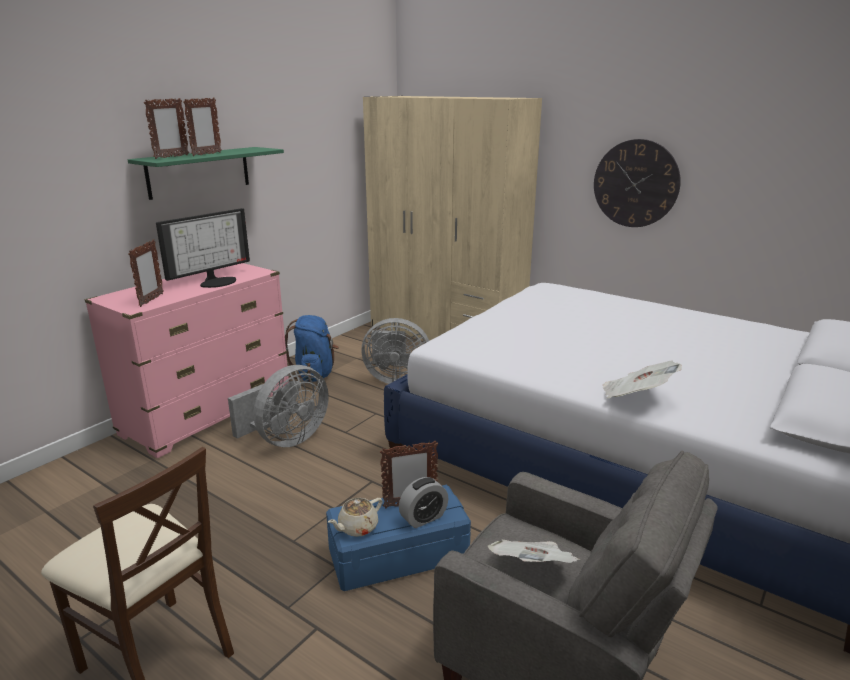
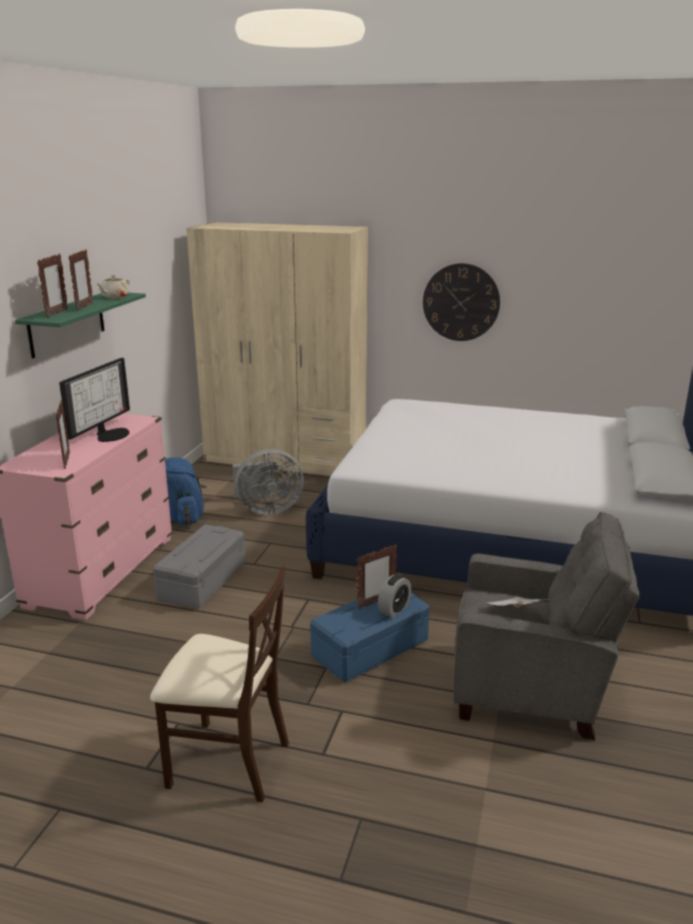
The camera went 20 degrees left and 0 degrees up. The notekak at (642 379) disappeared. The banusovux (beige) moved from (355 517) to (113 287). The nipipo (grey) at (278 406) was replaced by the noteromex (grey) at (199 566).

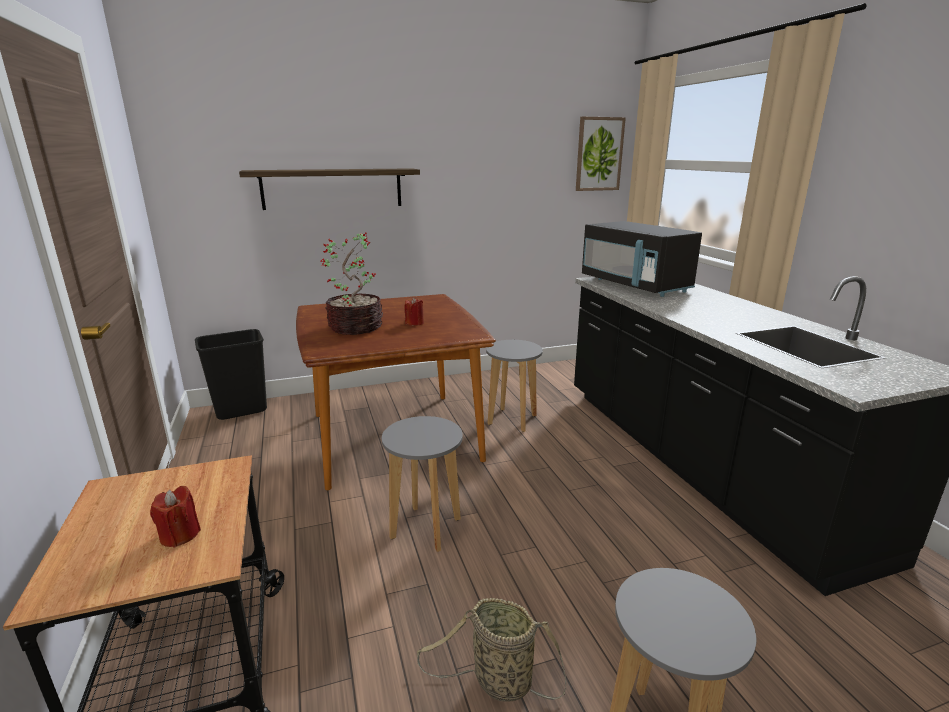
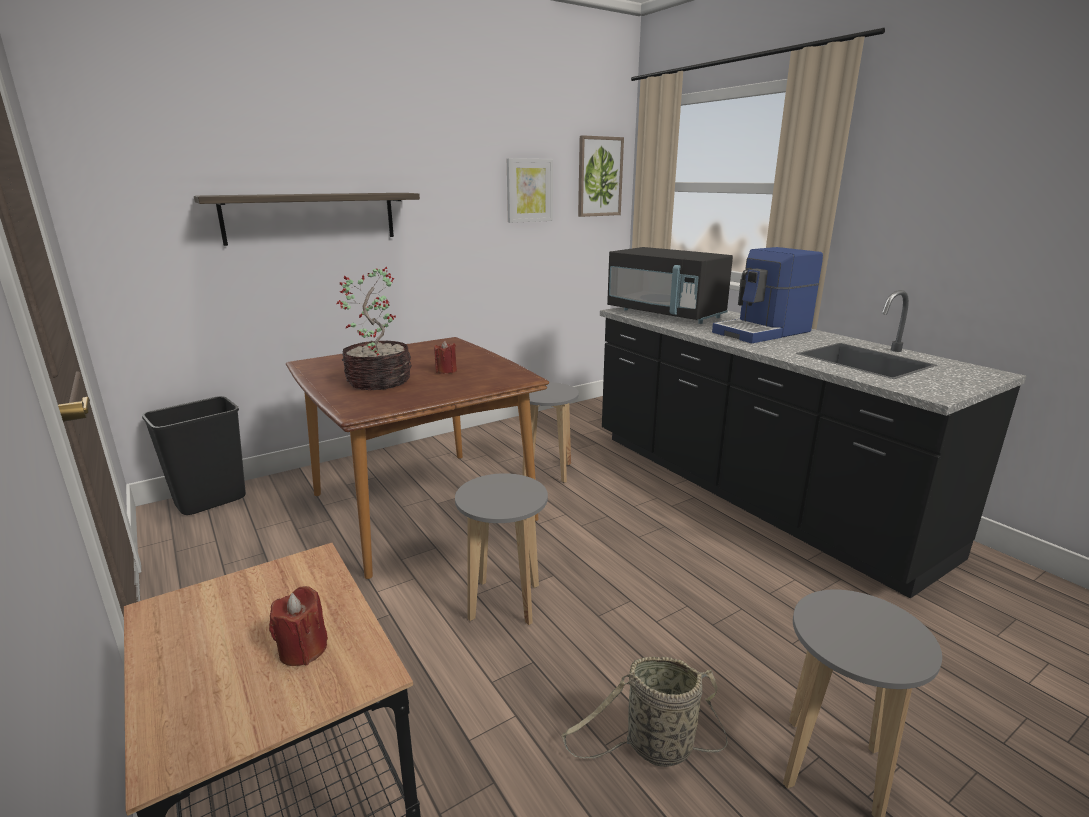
The camera went 15 degrees left and 0 degrees up. The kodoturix at (530 190) appeared. The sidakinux at (767 295) appeared.

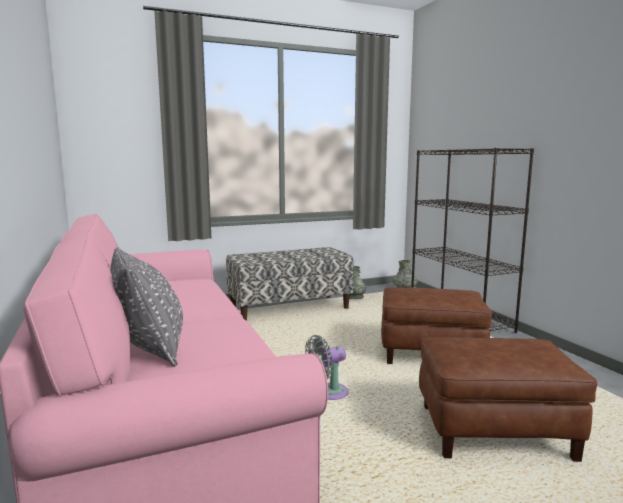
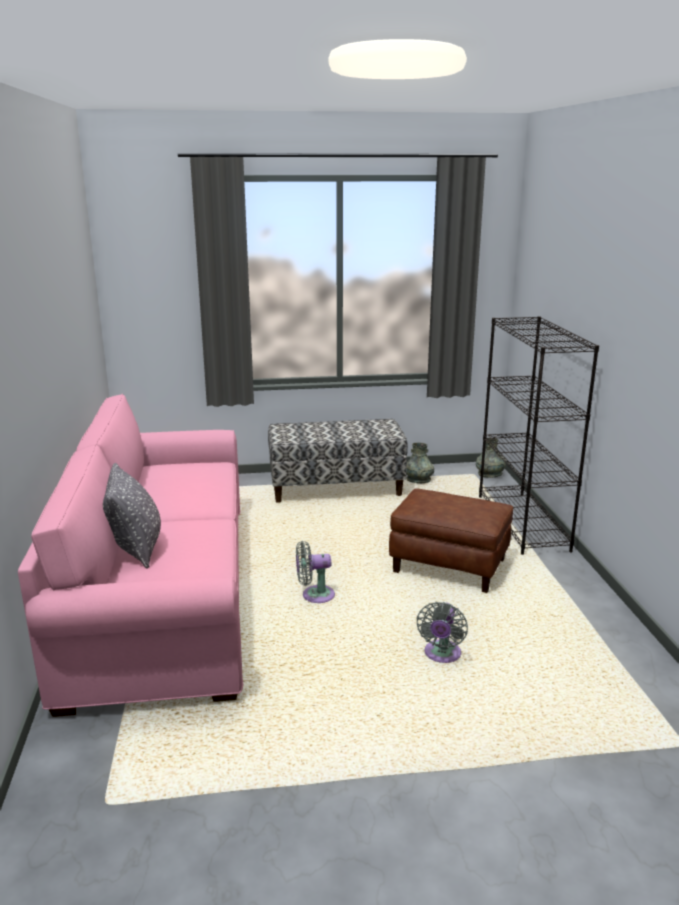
The camera went 15 degrees right and 10 degrees up. The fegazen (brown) at (508 399) was replaced by the nipipo (grey) at (442 632).

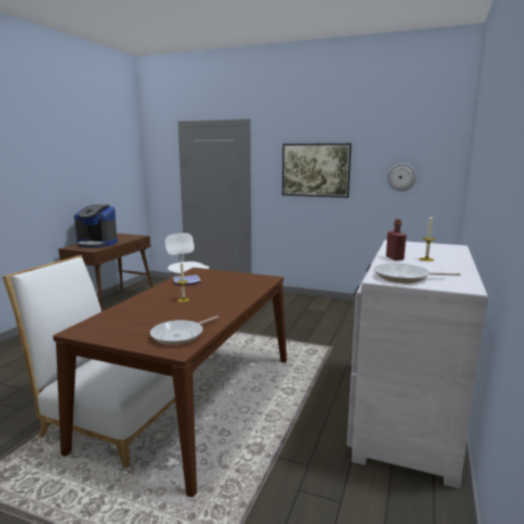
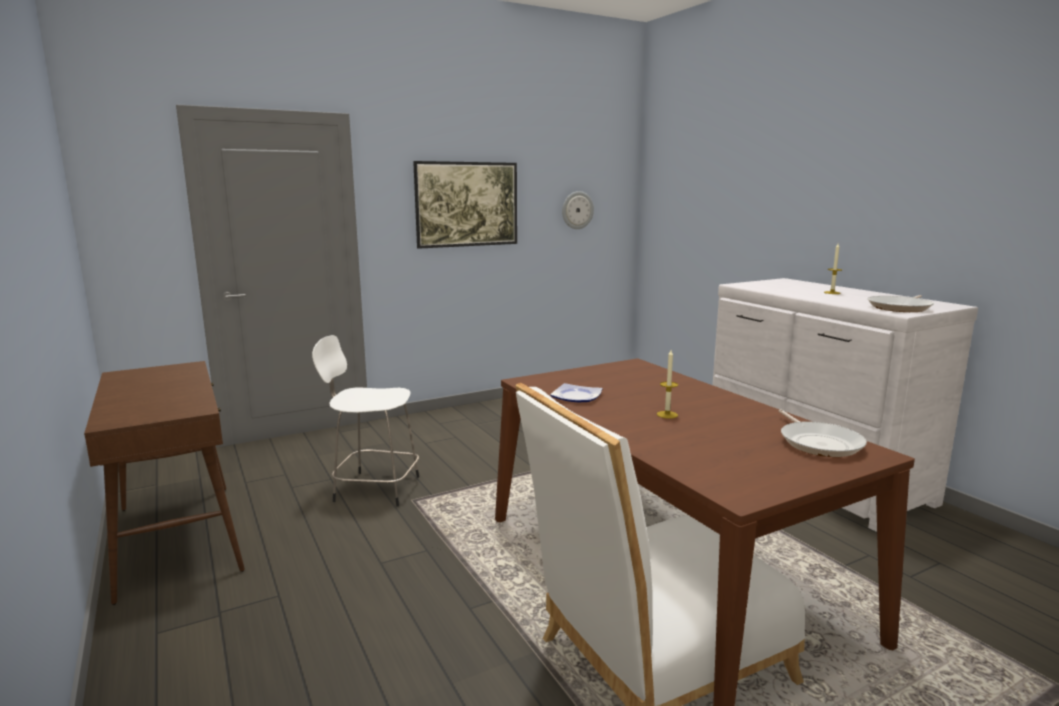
The camera went 50 degrees left and 0 degrees up. The sidakinux at (96 226) disappeared. The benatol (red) at (396 240) disappeared.

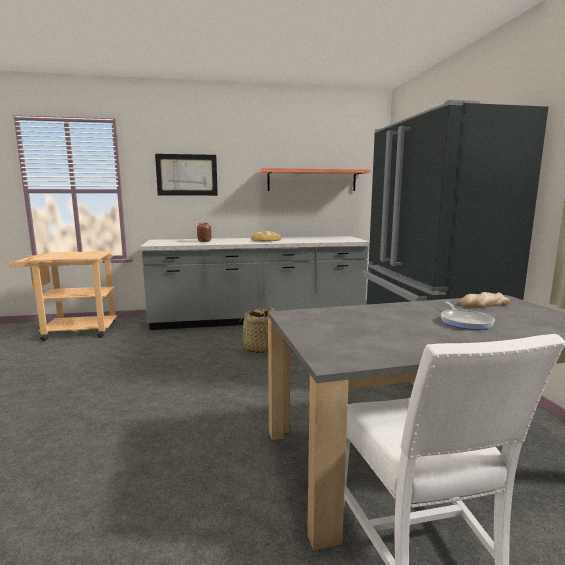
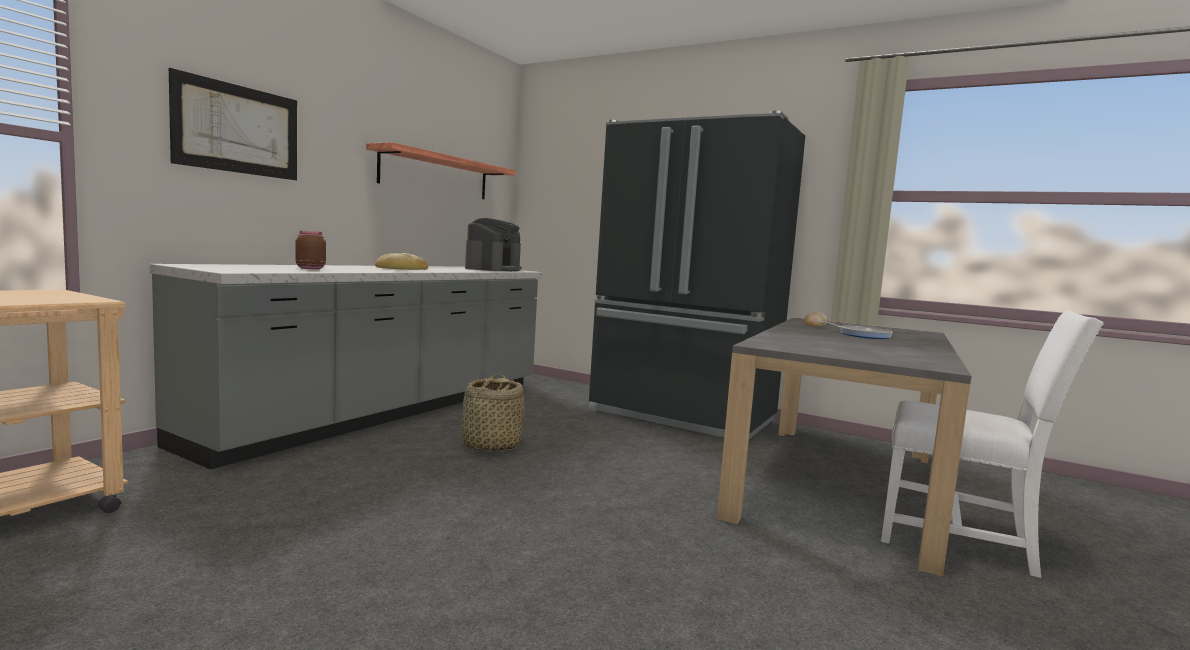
The camera went 50 degrees left and 5 degrees down. The sidakinux at (493 244) appeared.

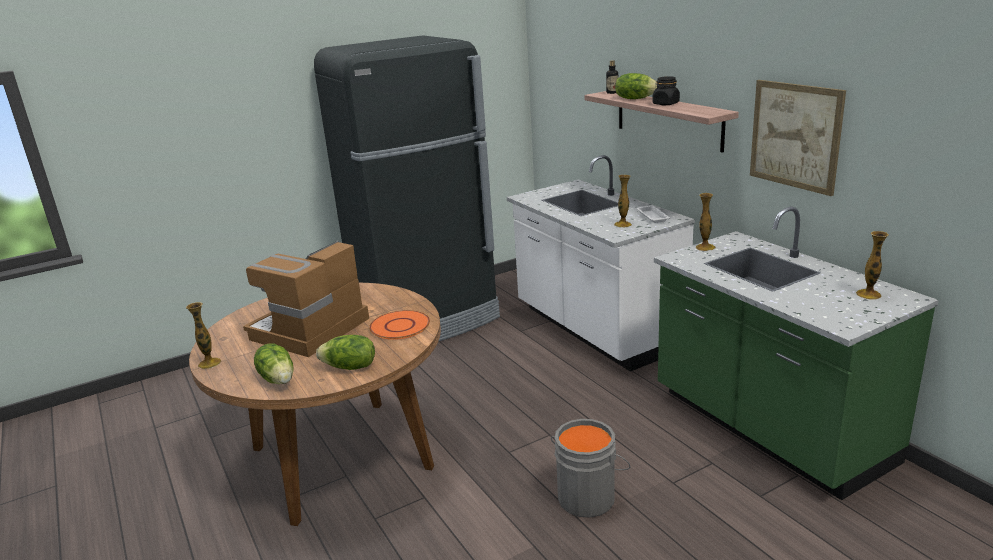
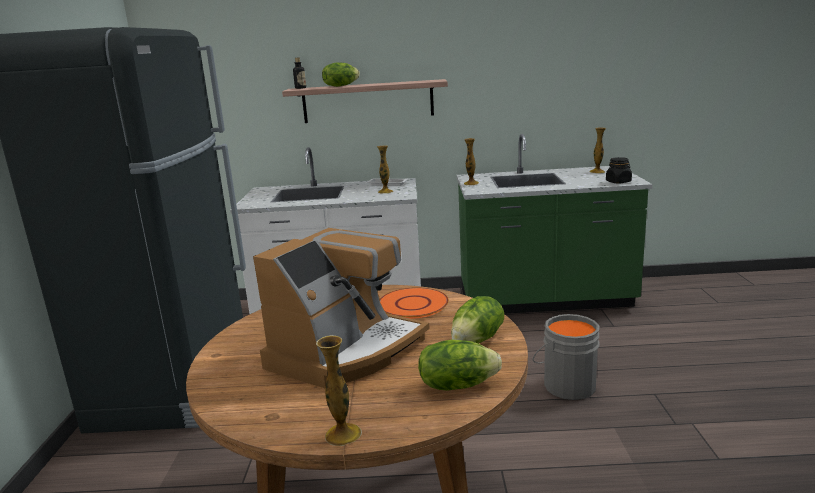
The camera went 60 degrees left and 5 degrees down. The kodoturix at (798 138) disappeared. The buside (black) moved from (666 90) to (619 170). The sidakinux at (306 299) turned 120 degrees counterclockwise.

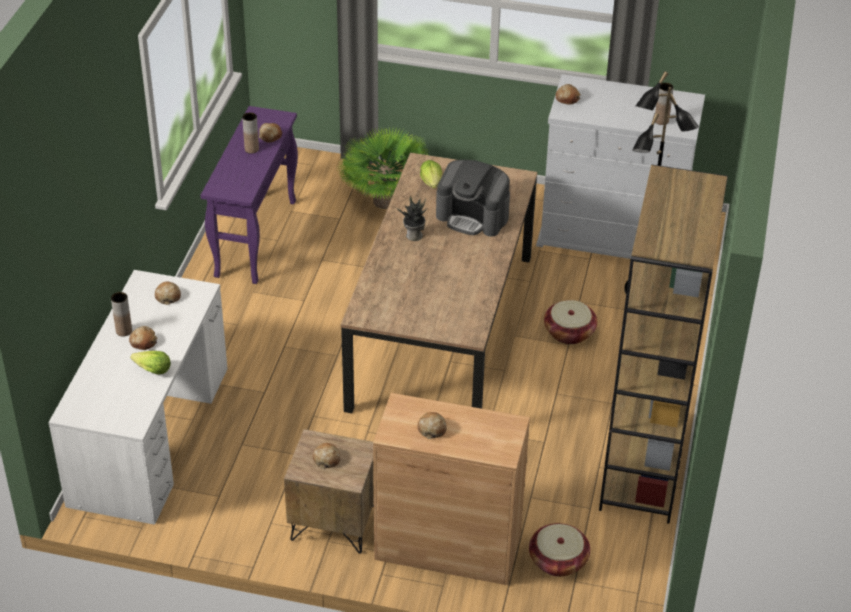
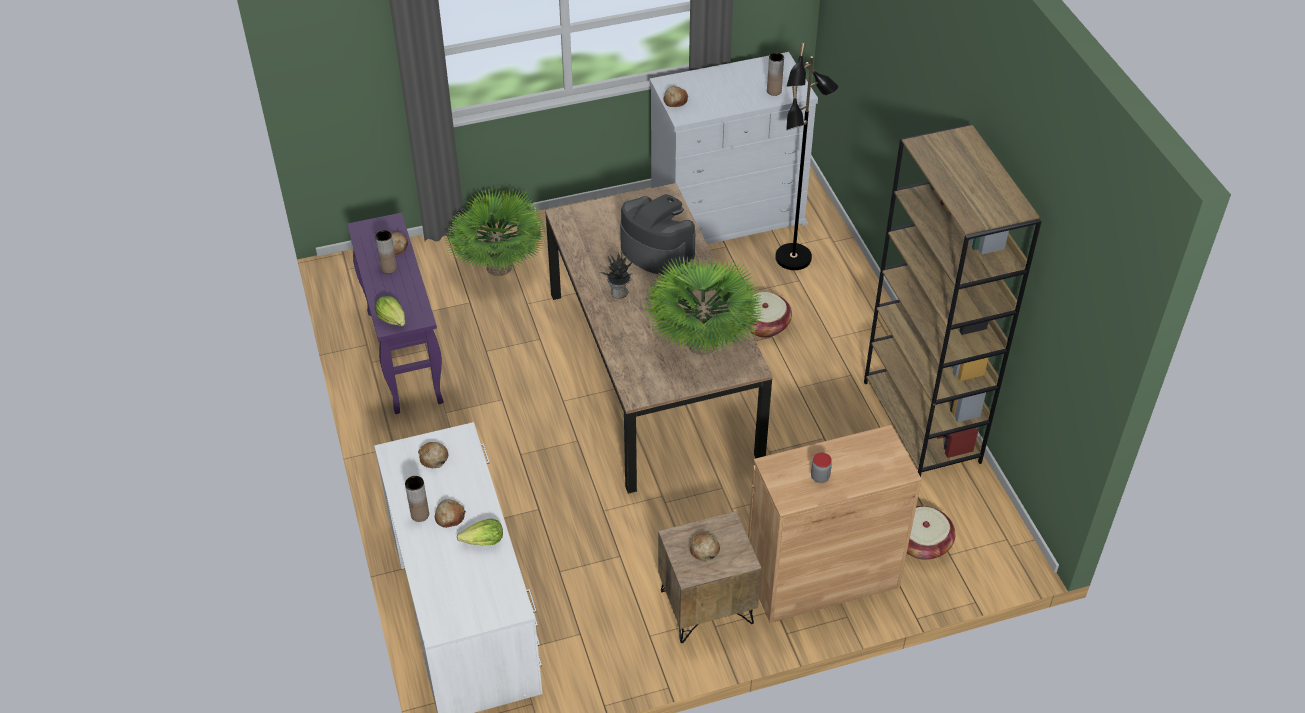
The camera went 30 degrees left and 5 degrees up. The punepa at (703 305) appeared. The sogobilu moved from (431 174) to (390 311). The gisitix at (432 425) was replaced by the buside at (821 468). The sidakinux at (473 198) turned 135 degrees counterclockwise.

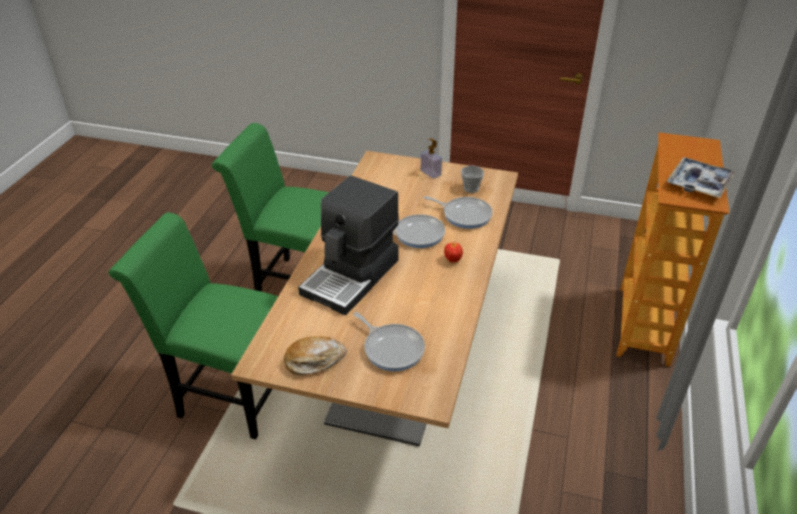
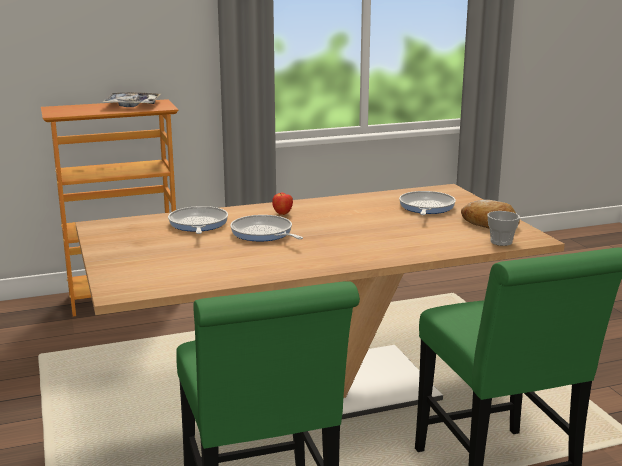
The camera went 125 degrees left and 20 degrees down. The sidakinux at (348 246) disappeared. The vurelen at (431 159) disappeared. The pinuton moved from (472 179) to (503 228).

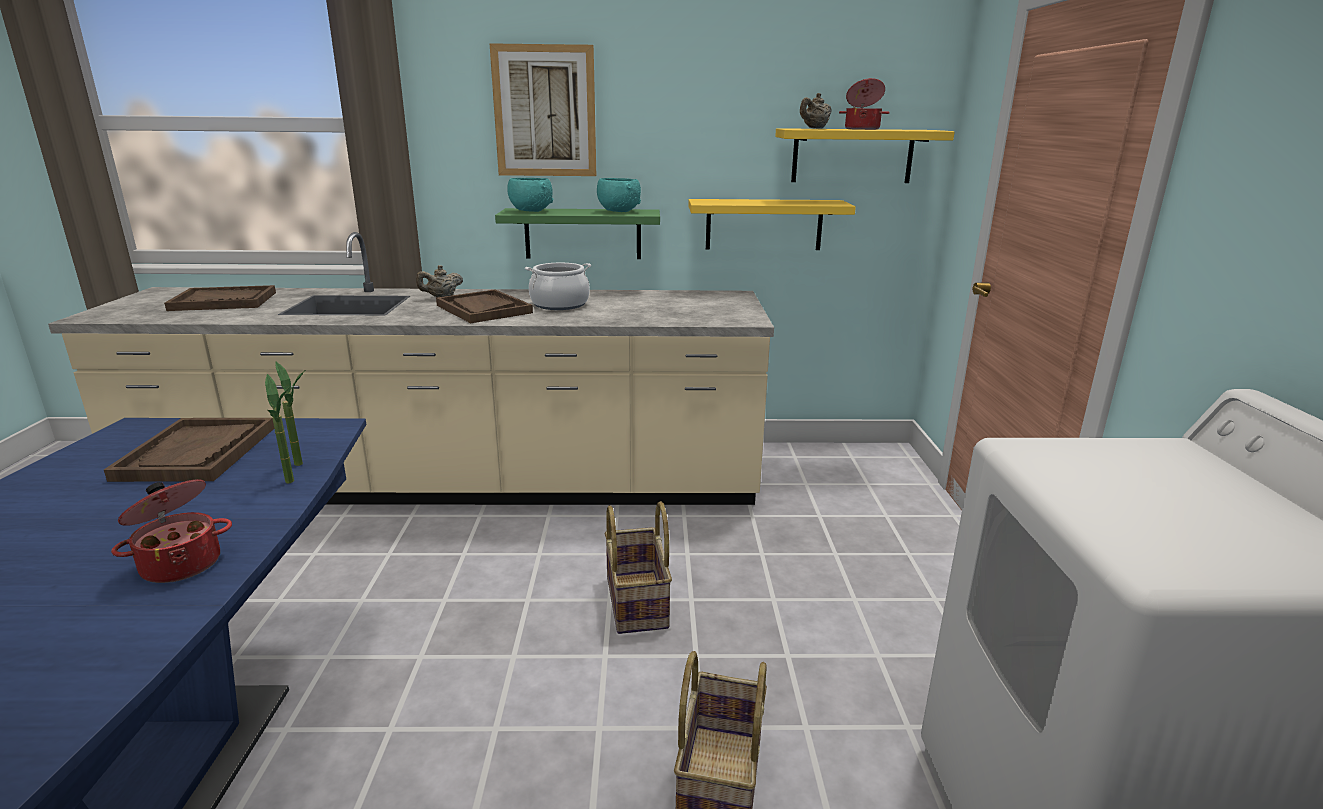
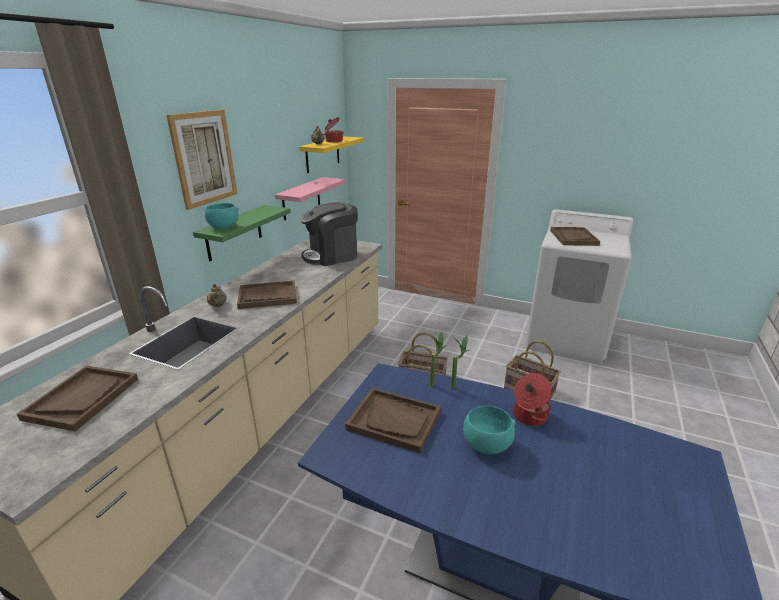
The camera went 65 degrees left and 5 degrees up. The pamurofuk at (558 286) disappeared. The sidakinux at (329 234) appeared. The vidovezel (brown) at (575 236) appeared. The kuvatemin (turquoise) moved from (619 195) to (489 429). The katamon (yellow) at (772 224) became the katamon (pink) at (310 198).

